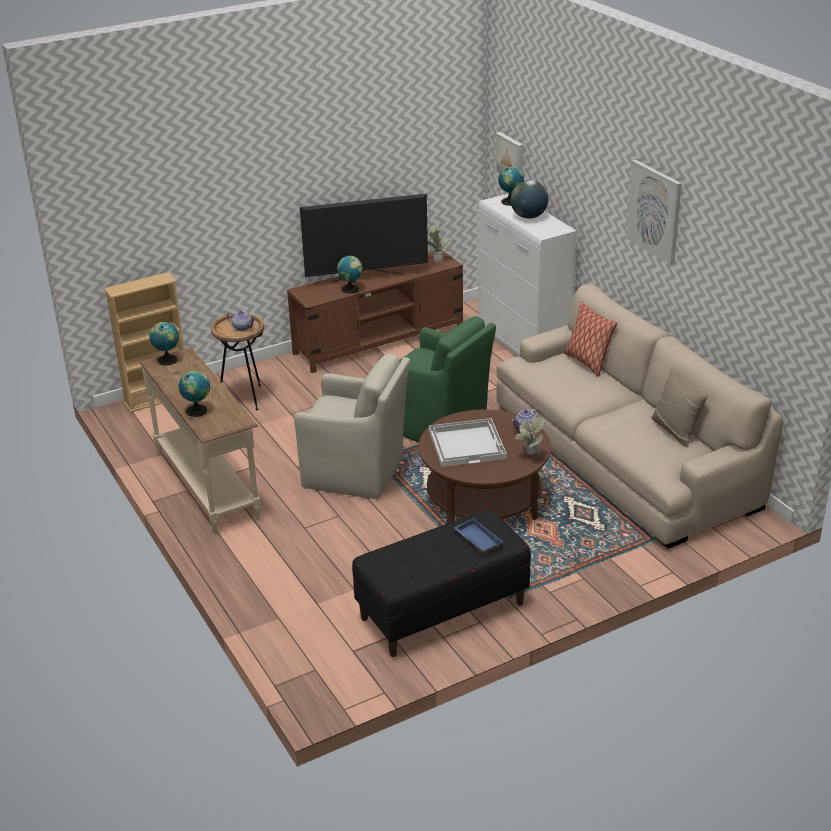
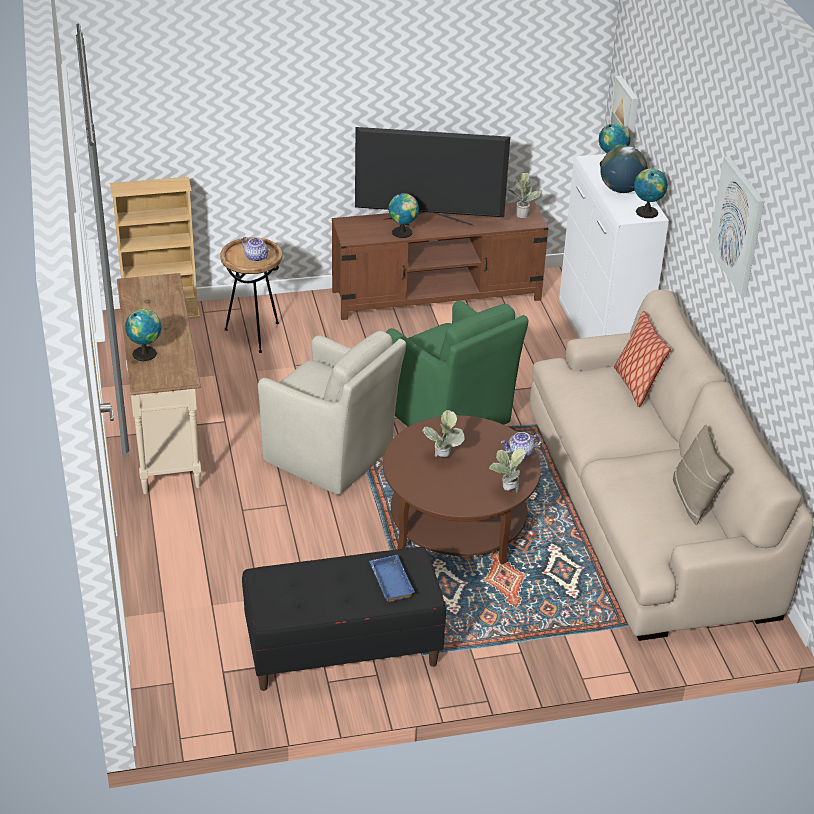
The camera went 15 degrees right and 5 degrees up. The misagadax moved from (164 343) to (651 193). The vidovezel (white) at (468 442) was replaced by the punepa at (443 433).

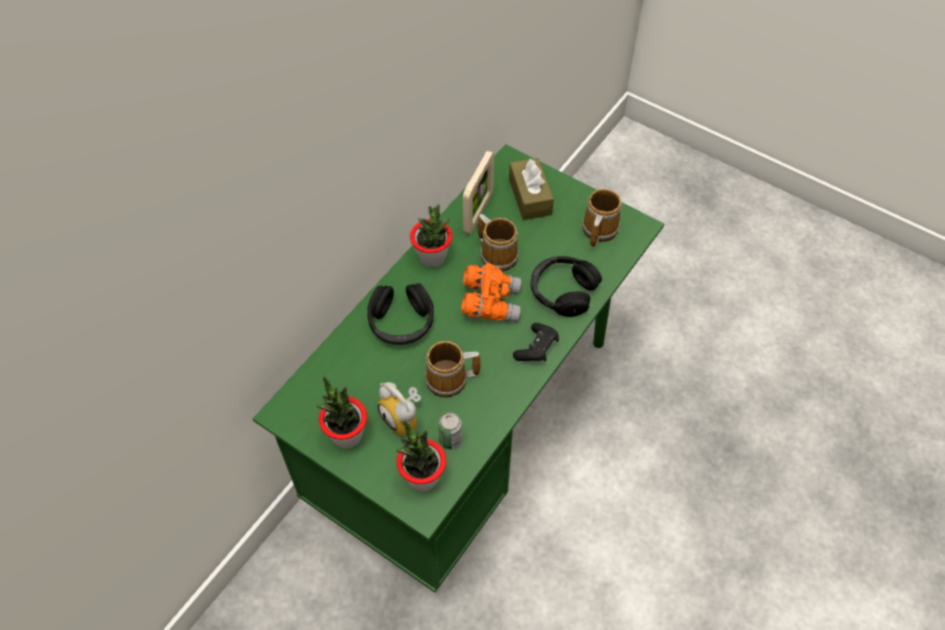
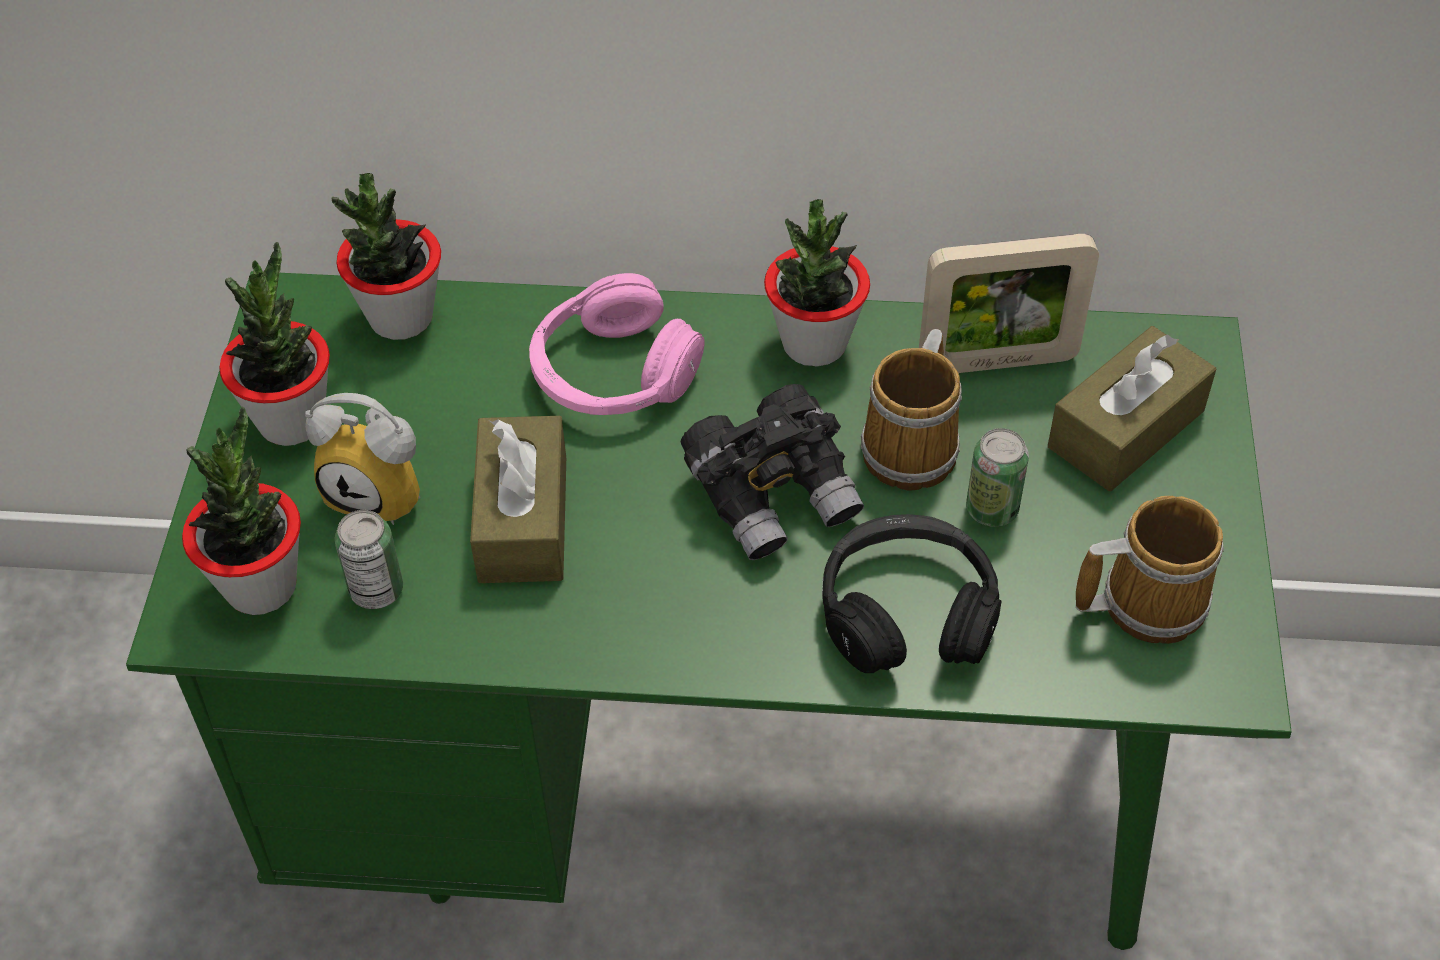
The camera went 60 degrees right and 5 degrees down. The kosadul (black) at (536 342) disappeared. The punepa at (386 256) appeared. The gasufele at (997 477) appeared. The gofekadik at (452 369) was replaced by the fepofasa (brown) at (518 499). The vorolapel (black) at (400 314) became the vorolapel (pink) at (616 344). The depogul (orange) at (491 292) became the depogul (black) at (772 472). The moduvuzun at (399 409) turned 90 degrees counterclockwise.

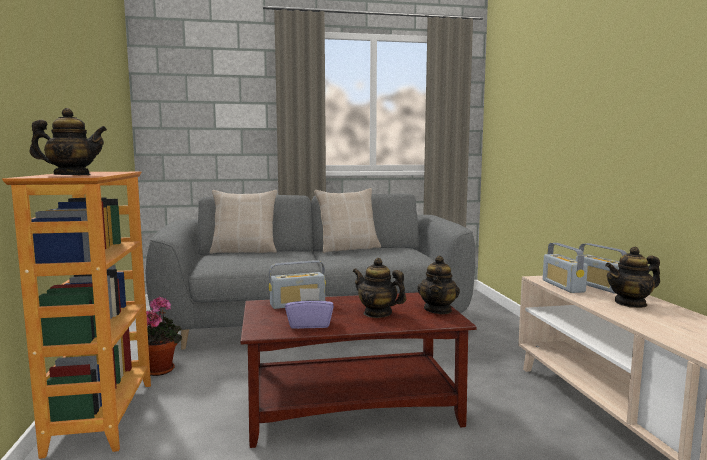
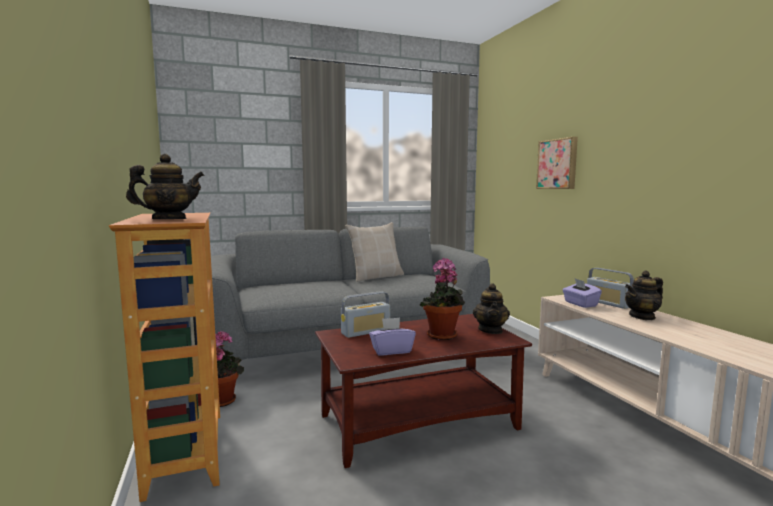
The camera went 10 degrees left and 0 degrees up. The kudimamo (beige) at (244 222) disappeared. The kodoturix at (557 163) appeared. The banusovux at (379 288) was replaced by the punepa at (442 299). The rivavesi at (565 268) was replaced by the fepofasa (purple) at (582 293).

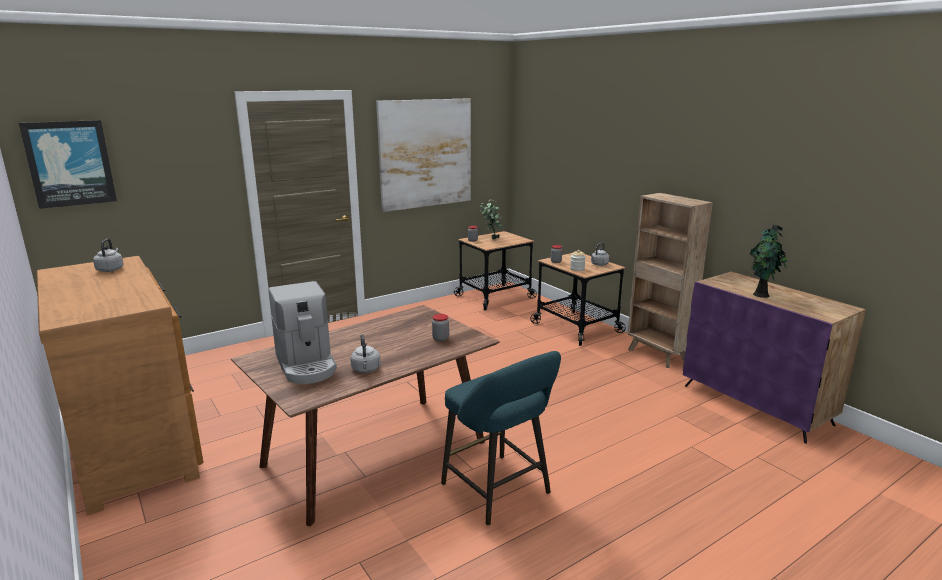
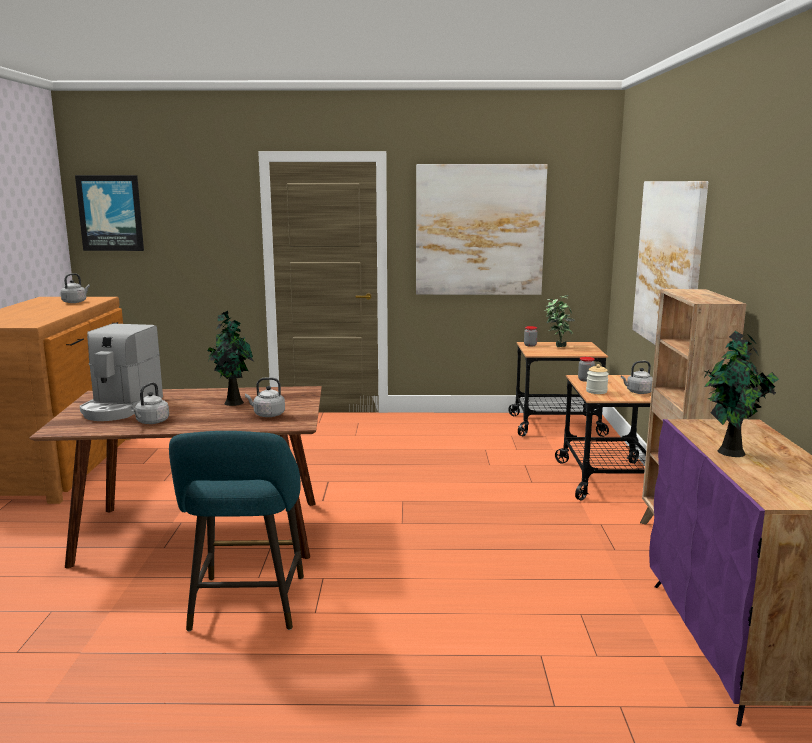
The camera went 35 degrees right and 5 degrees down. The punepa at (230 358) appeared. The kodoturix at (670 263) appeared. The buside at (440 327) was replaced by the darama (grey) at (265 397).

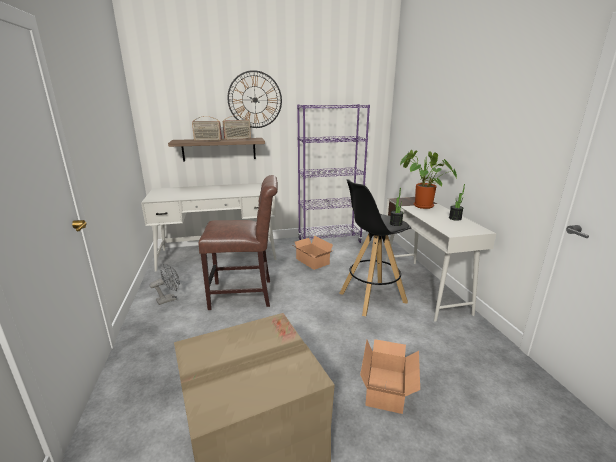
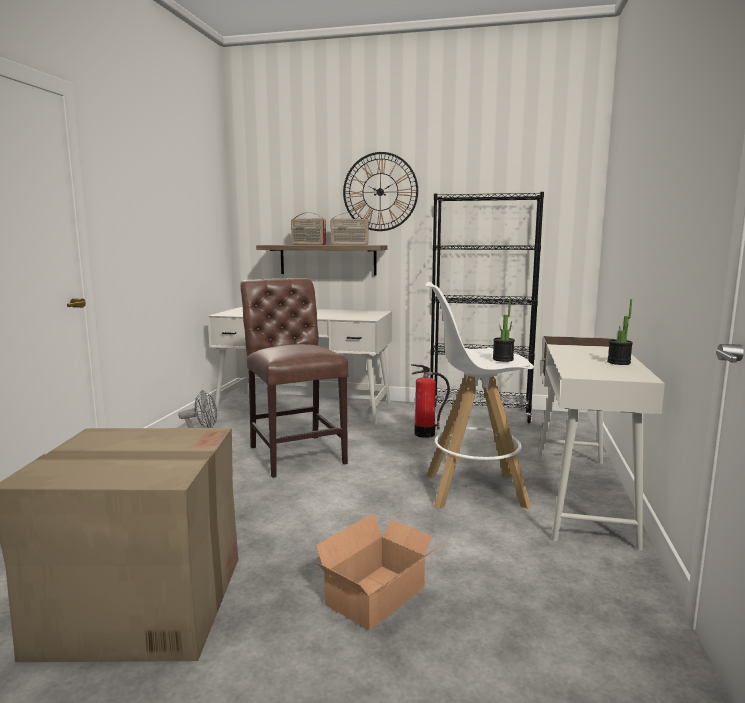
The camera went 25 degrees right and 10 degrees down. The punepa at (428 179) disappeared. The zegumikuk at (312 253) was replaced by the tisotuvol at (430 401). The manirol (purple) at (333 173) became the manirol (black) at (487 307). The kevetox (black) at (375 247) became the kevetox (white) at (480 395). The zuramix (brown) at (238 242) turned 135 degrees counterclockwise.

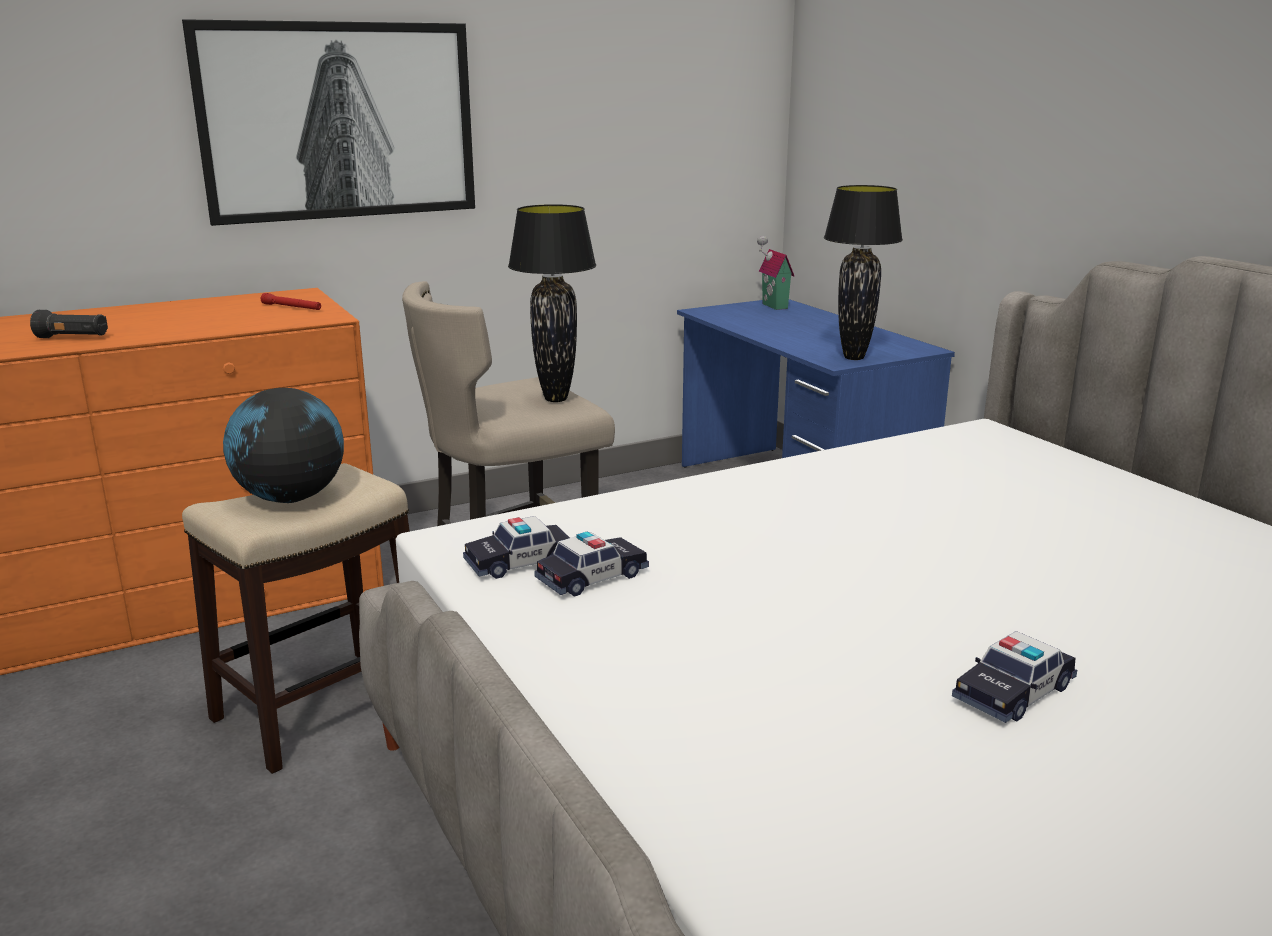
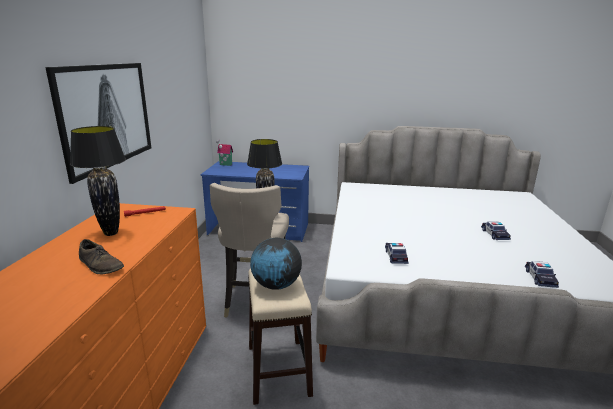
The camera went 55 degrees left and 0 degrees up. The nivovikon moved from (516 547) to (542 274). The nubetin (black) moved from (863 272) to (98 181). The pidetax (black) at (69 324) was replaced by the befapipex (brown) at (101 256).

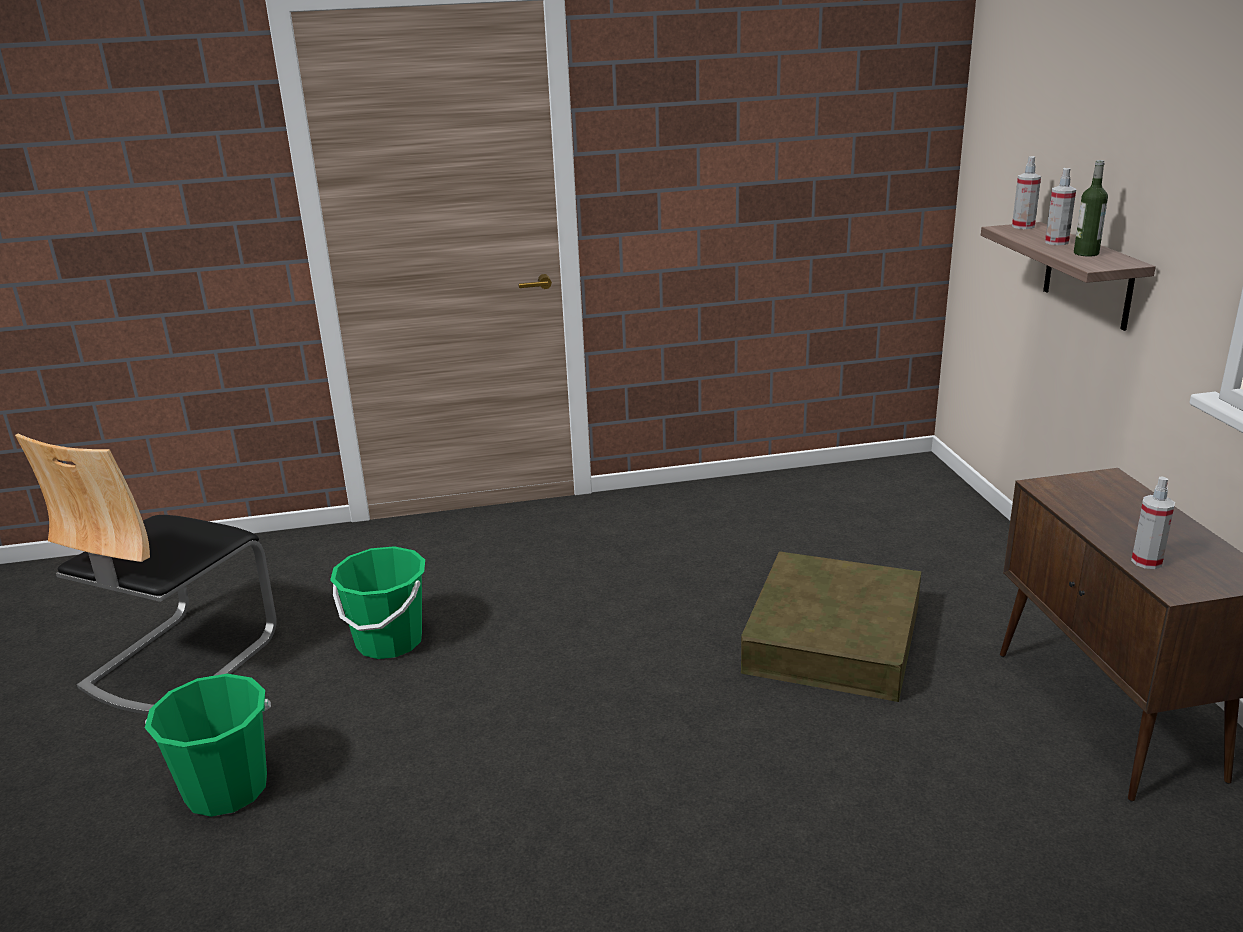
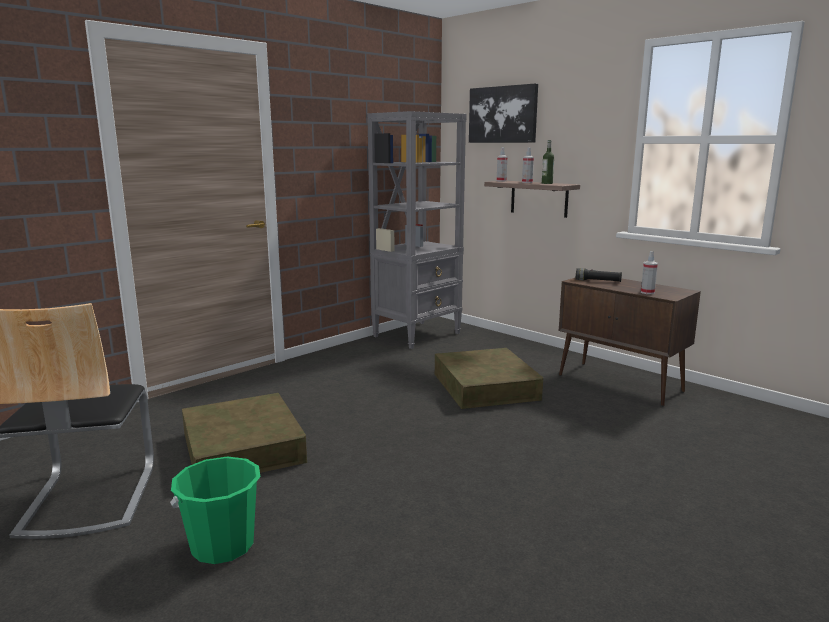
The camera went 35 degrees left and 10 degrees down. The manirol (grey) at (417 230) appeared. The kodoturix at (503 113) appeared. The pidetax (black) at (599 275) appeared. The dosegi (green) at (377 602) was replaced by the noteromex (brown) at (244 433).

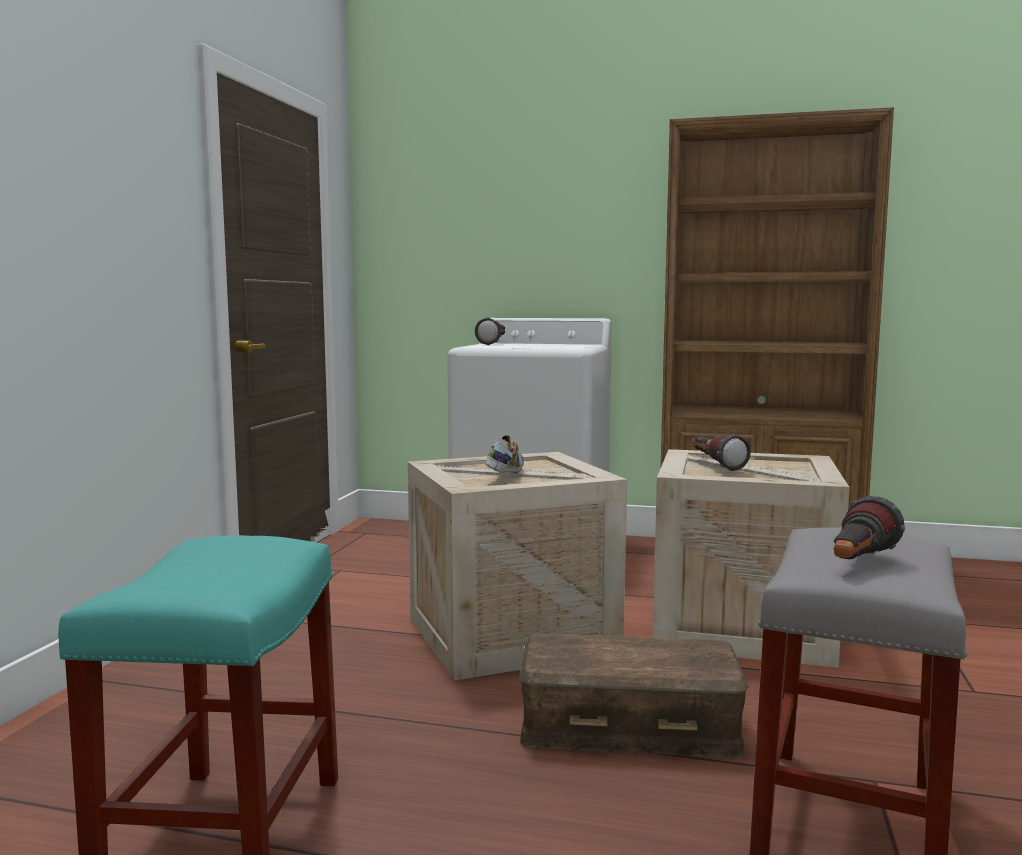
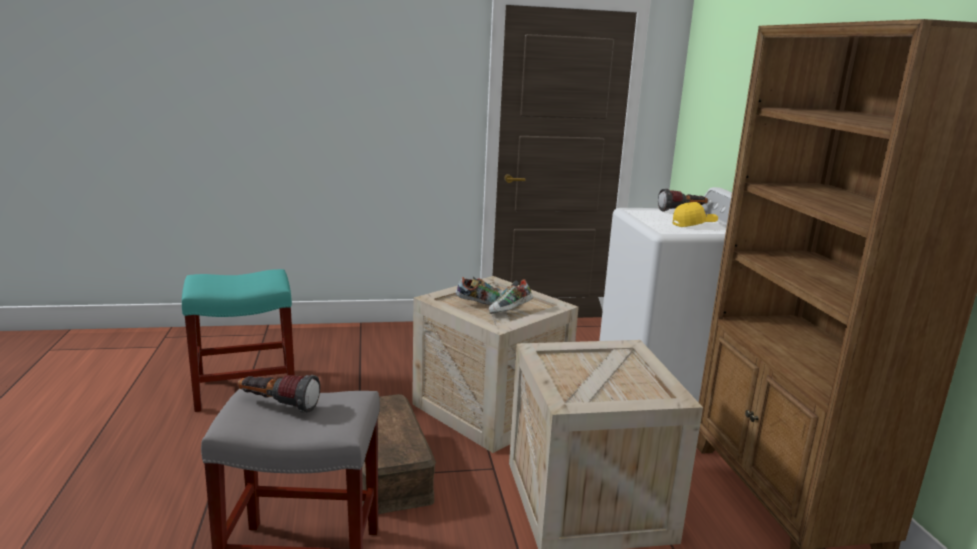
The camera went 65 degrees right and 10 degrees up. The pidetax at (721 452) disappeared. The befapipex at (511 296) appeared. The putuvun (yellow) at (695 214) appeared.

